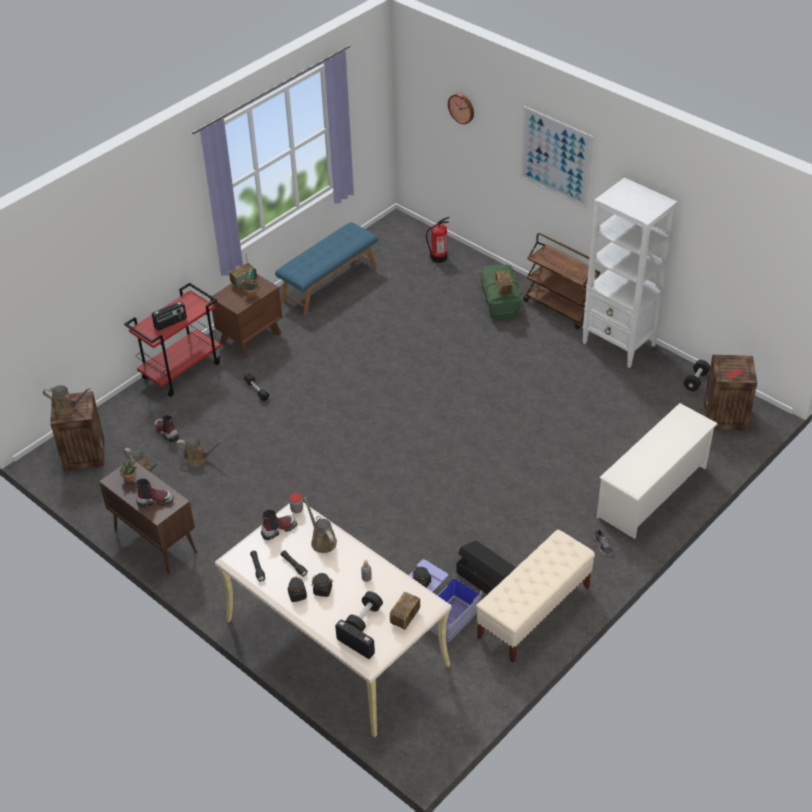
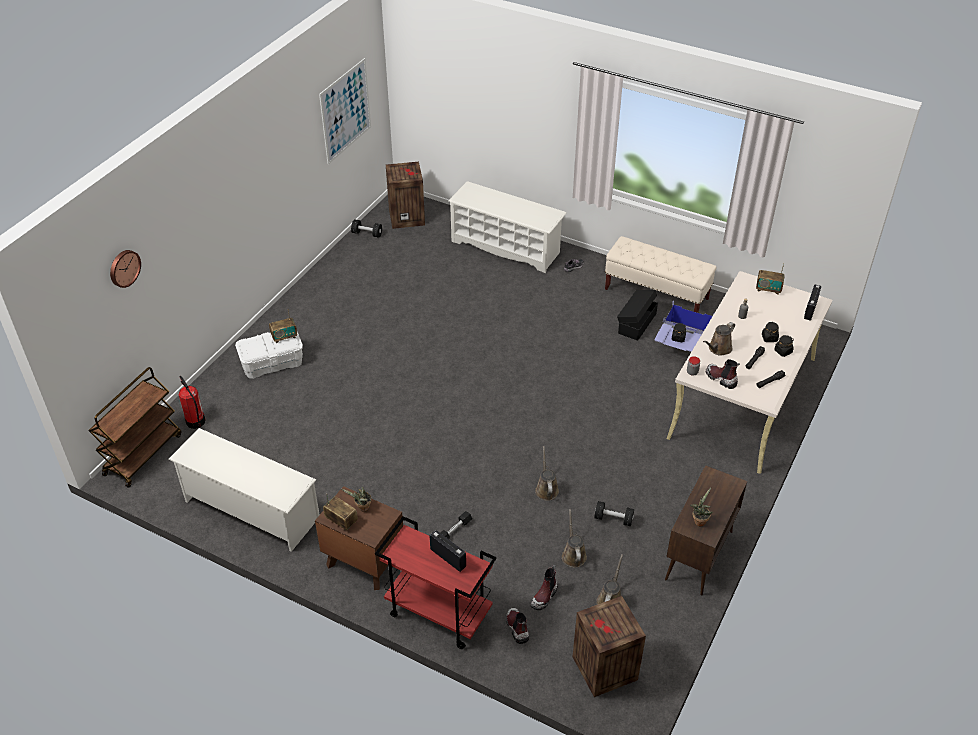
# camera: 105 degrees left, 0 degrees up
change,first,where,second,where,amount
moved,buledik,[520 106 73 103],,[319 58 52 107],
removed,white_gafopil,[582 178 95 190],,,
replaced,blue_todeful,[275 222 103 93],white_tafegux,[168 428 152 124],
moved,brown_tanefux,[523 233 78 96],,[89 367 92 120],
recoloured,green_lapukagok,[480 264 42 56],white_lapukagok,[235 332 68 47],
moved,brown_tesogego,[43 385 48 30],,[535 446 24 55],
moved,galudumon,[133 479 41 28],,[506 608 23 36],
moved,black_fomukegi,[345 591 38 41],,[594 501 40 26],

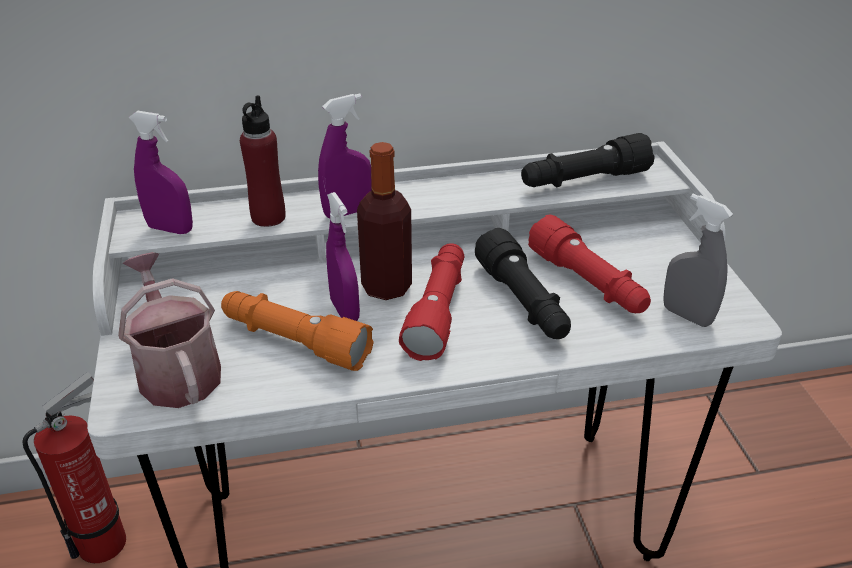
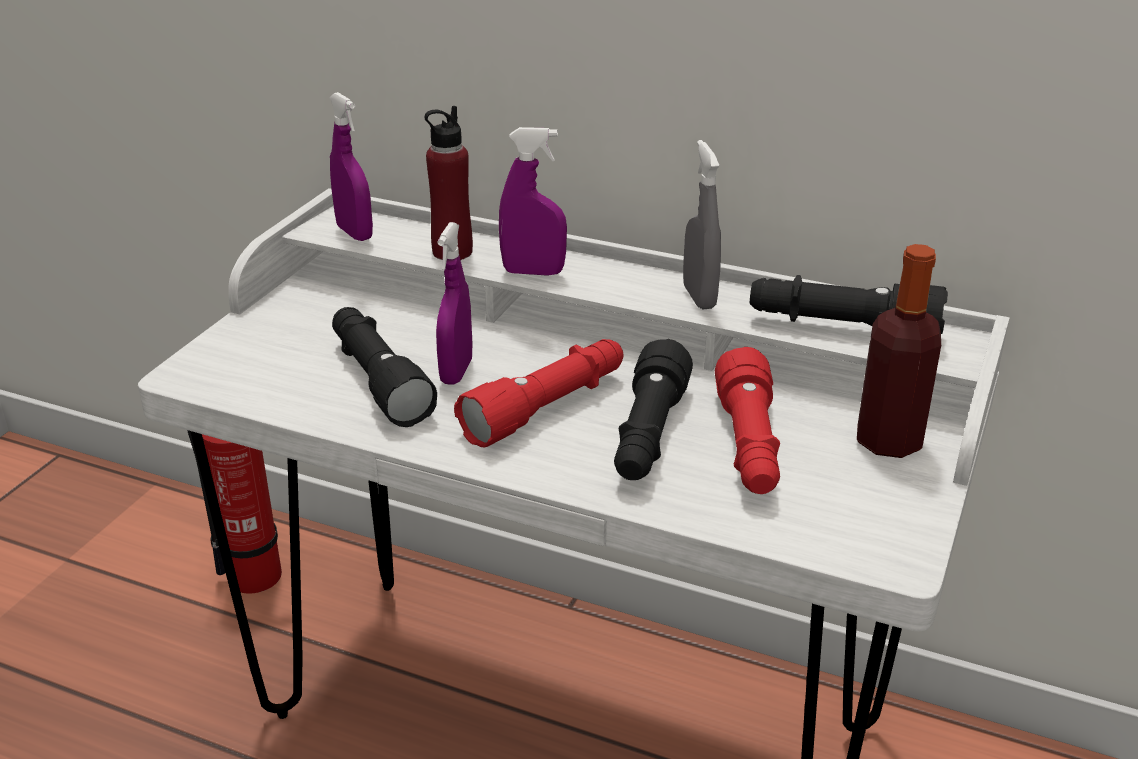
# camera: 35 degrees right, 5 degrees down
change,first,where,second,where,amount
moved,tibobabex,[357 142 55 158],,[857 244 84 214],
moved,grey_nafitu,[663 194 70 133],,[683 140 38 170],
removed,tesogego,[118 252 103 156],,,
recoloured,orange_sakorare,[221 291 153 80],black_sakorare,[332 307 105 120],

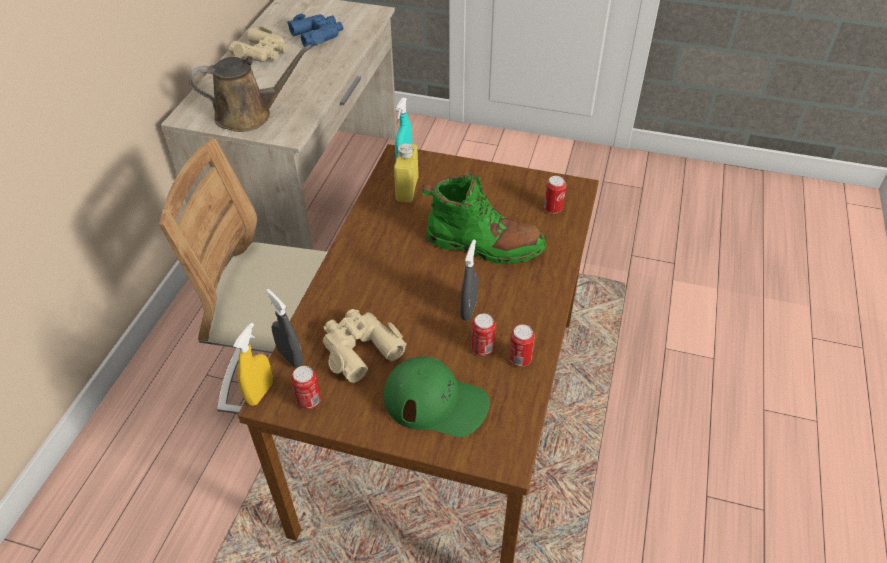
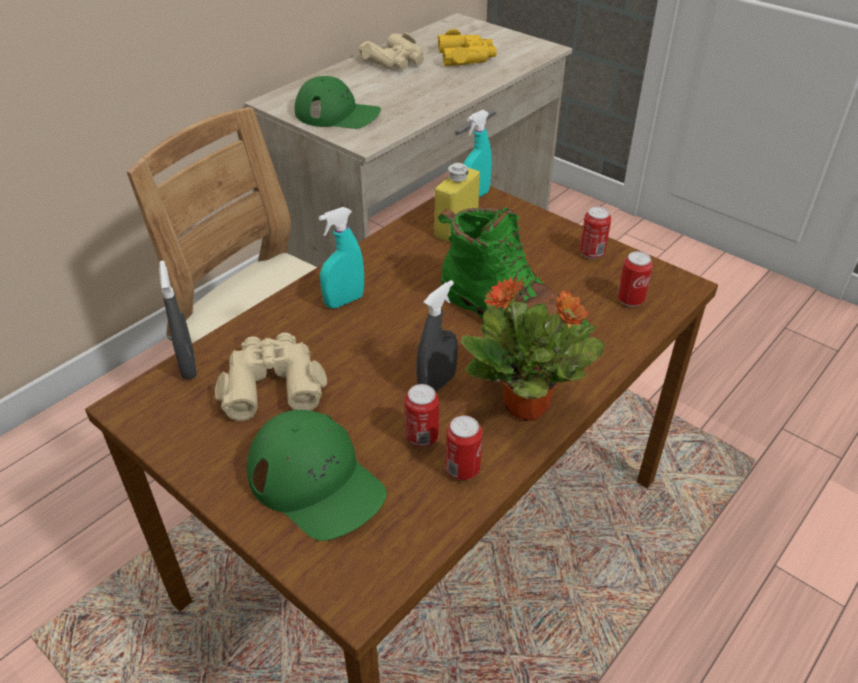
# camera: 25 degrees right, 5 degrees down
change,first,where,second,where,amount
recoloured,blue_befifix,[287 14 56 33],yellow_befifix,[438 29 59 37],
replaced,brown_tesogego,[189 45 123 87],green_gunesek,[295 76 86 53],
removed,yellow_nafitu,[233 323 40 83],,,
moved,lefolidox,[291 366 30 43],,[580 207 31 52],
added,,,turquoise_nafitu,[319 207 45 101],
added,,,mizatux,[461 276 144 145],

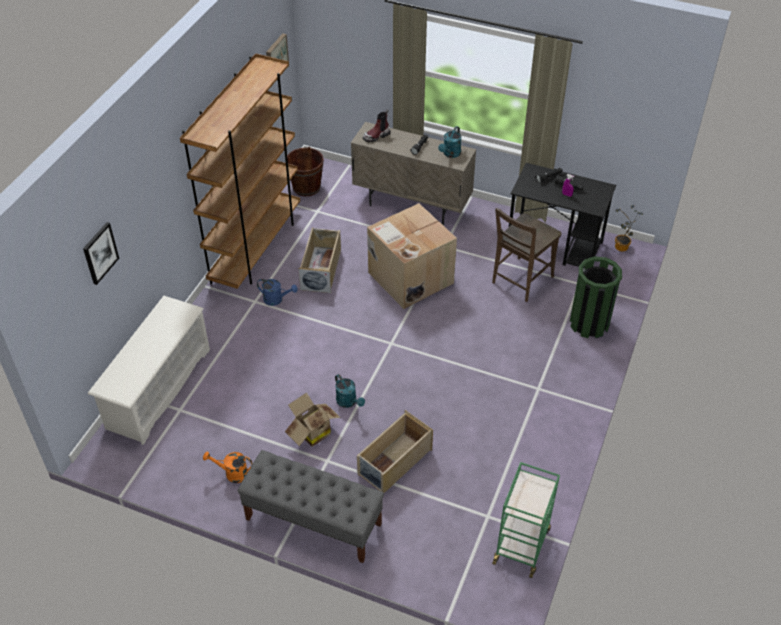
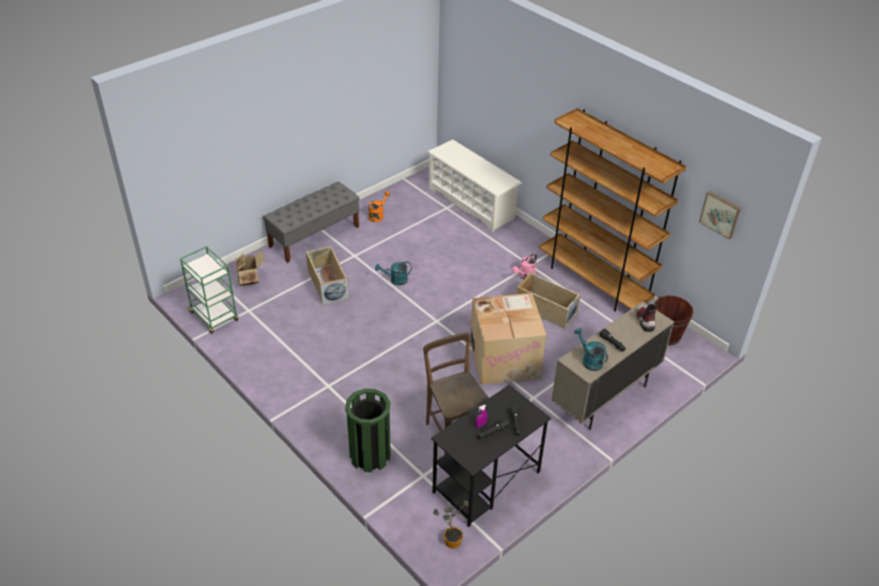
# camera: 115 degrees right, 5 degrees down
change,first,where,second,where,amount
removed,buledik,[83 222 36 63],,,
recoloured,blue_tesogego,[257 279 41 27],pink_tesogego,[512 253 25 26],
moved,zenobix,[285 392 56 55],,[236 250 29 36],

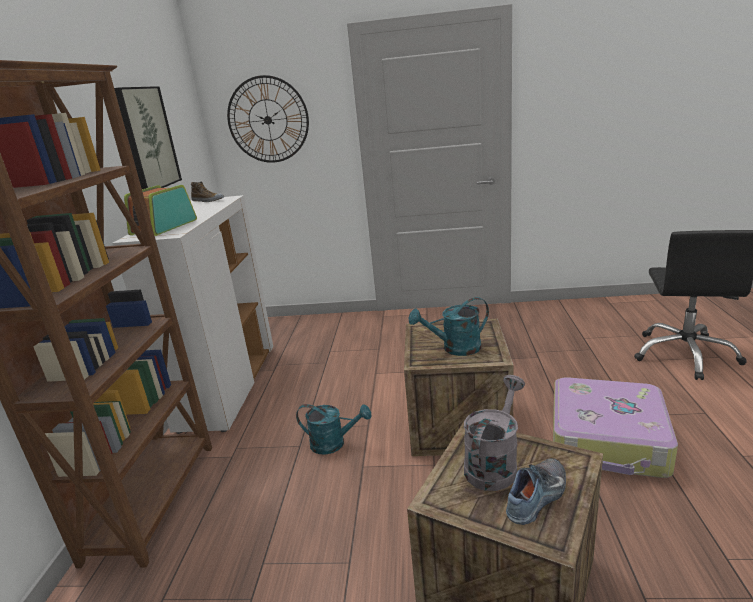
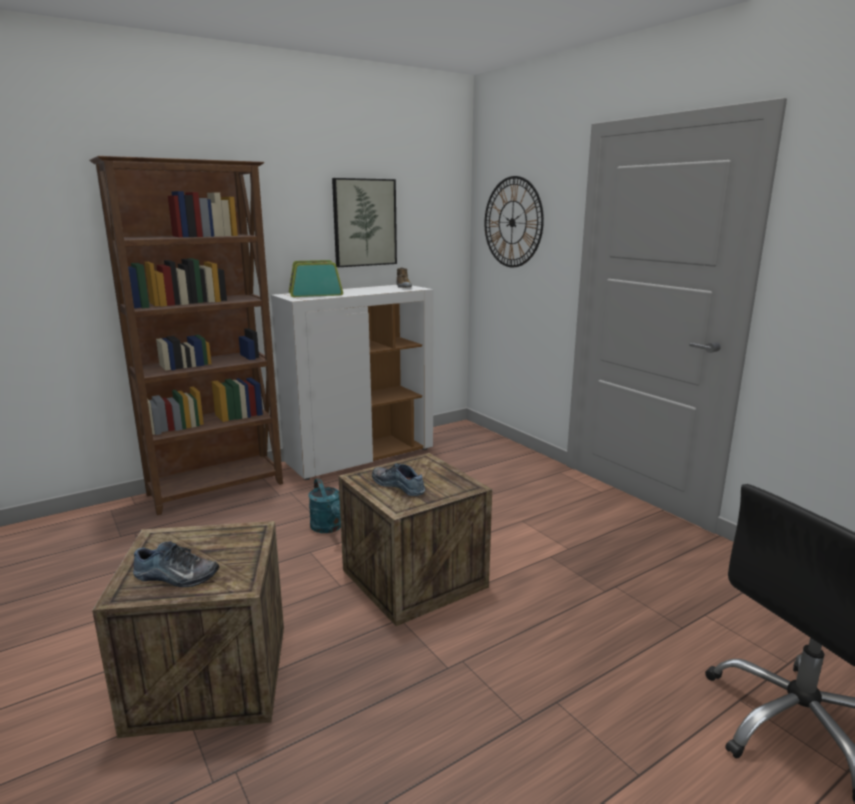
# camera: 50 degrees right, 5 degrees down
change,first,where,second,where,amount
replaced,turquoise_tesogego,[409 297 80 59],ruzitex,[372 463 53 33],
removed,grey_tesogego,[464 375 61 116],,,
removed,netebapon,[553 377 125 101],,,

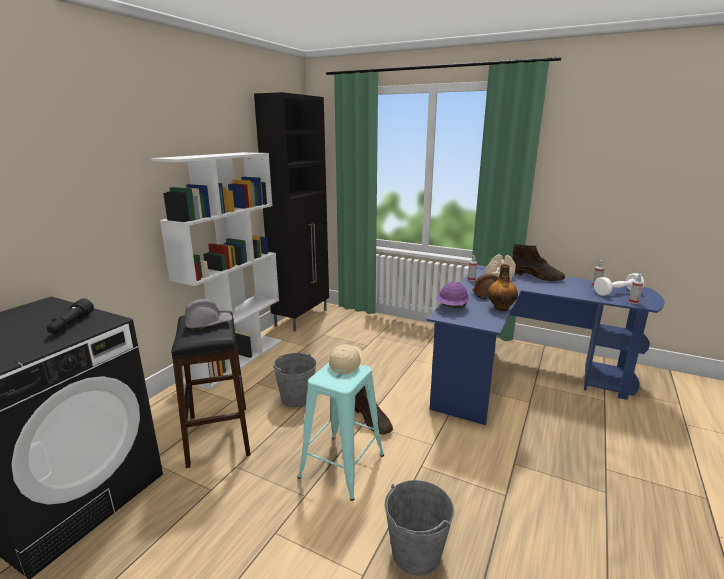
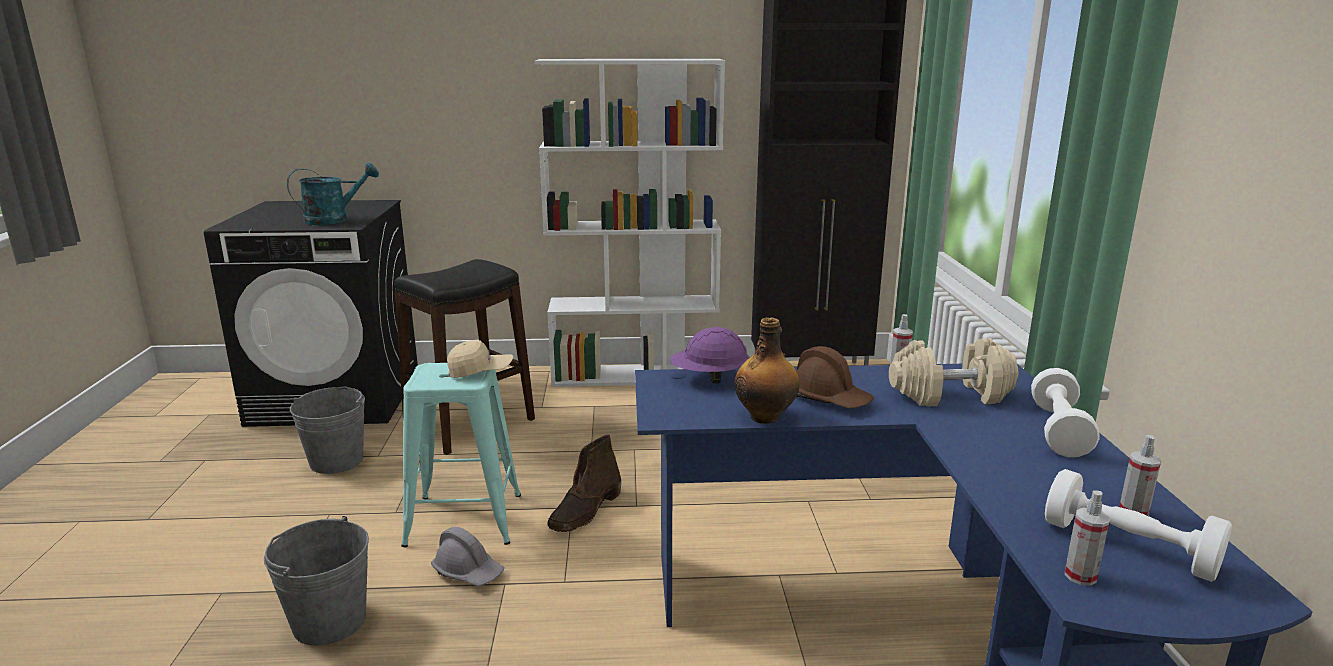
# camera: 60 degrees right, 0 degrees up
change,first,where,second,where,amount
replaced,brown_galudumon,[512 244 53 37],white_fomukegi,[1031 368 69 89],
replaced,black_sakorare,[47 299 47 35],turquoise_tesogego,[287 162 92 63],
moved,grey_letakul,[185 299 47 32],,[431 527 73 59],
moved,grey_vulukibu,[273 353 44 54],,[290 387 75 87],

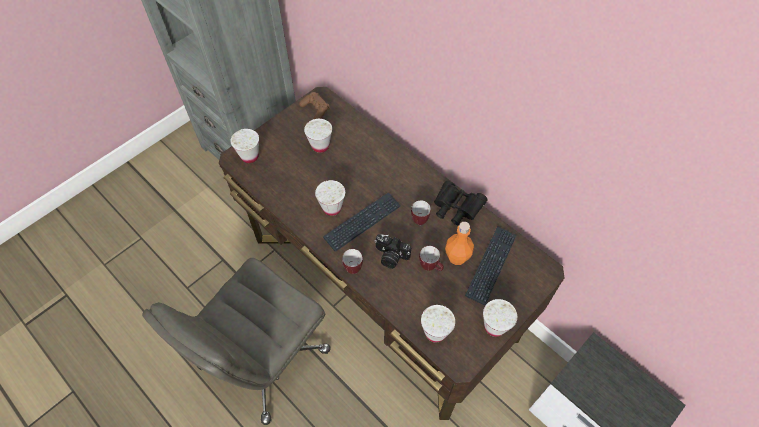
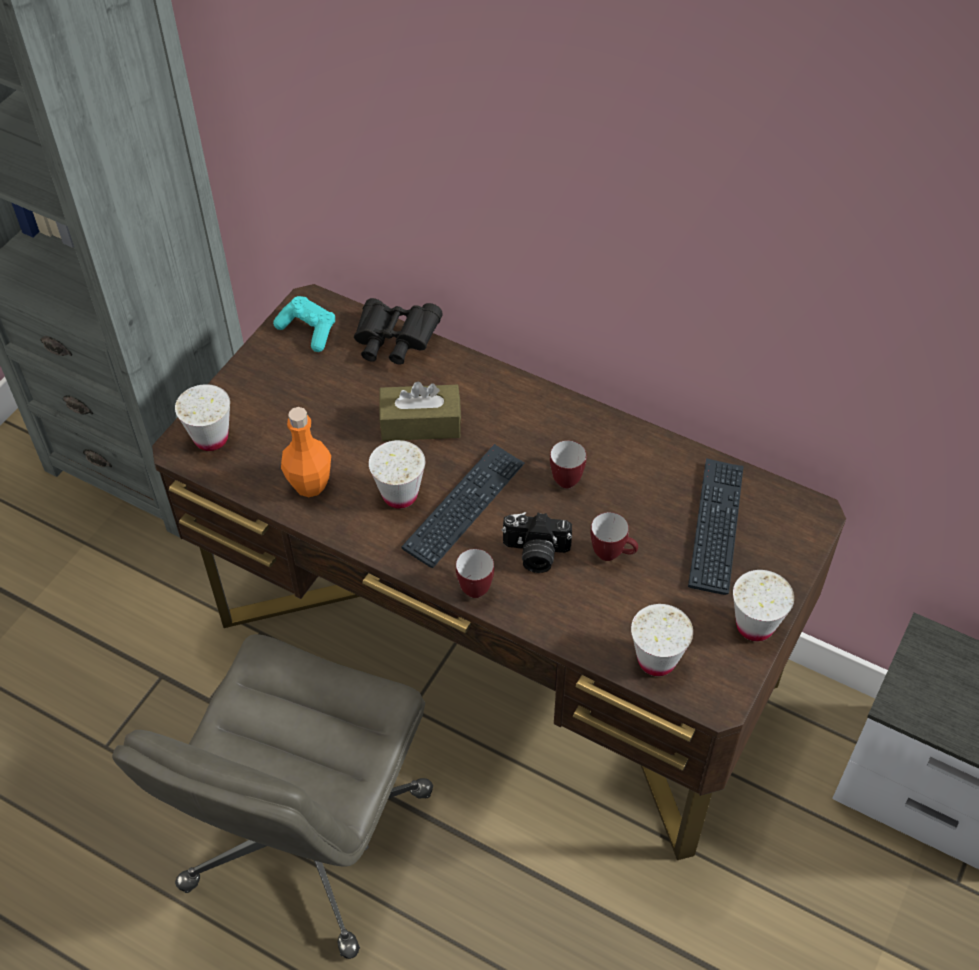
# camera: 15 degrees left, 5 degrees down
change,first,where,second,where,amount
recoloured,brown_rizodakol,[299 92 31 27],turquoise_rizodakol,[273 296 62 56],
removed,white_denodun,[304 119 28 34],,,
moved,black_befifix,[434 181 53 44],,[354 298 89 67],
moved,orange_tibobabex,[445 222 29 43],,[281 407 50 90],
added,,,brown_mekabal,[379 382 82 59],

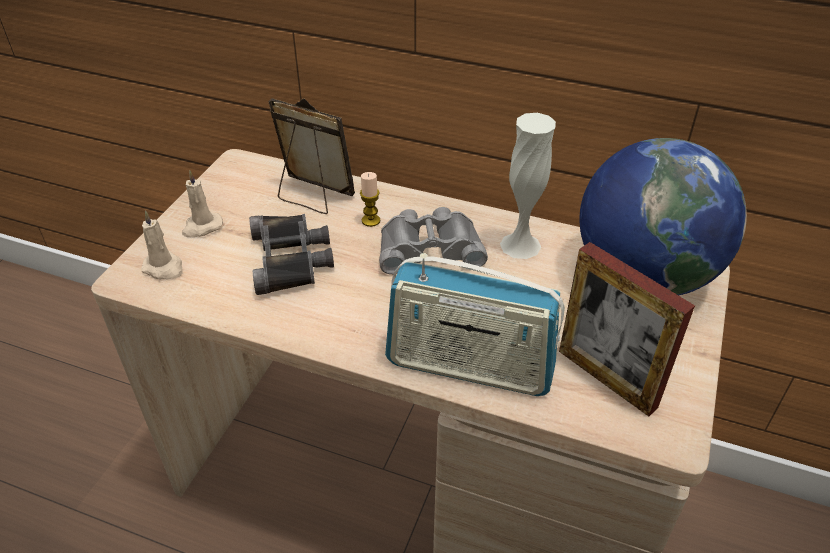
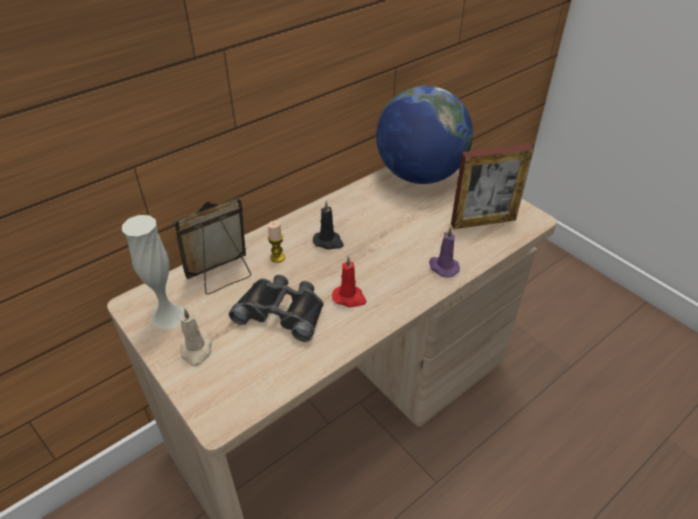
# camera: 60 degrees left, 0 degrees up
change,first,where,second,where,amount
moved,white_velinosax,[500 113 56 146],,[122 215 62 115],
replaced,grey_befifix,[379 207 109 67],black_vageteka,[313 201 31 49],
removed,beige_vageteka,[141 211 42 68],,,
replaced,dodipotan,[385 253 180 143],purple_vageteka,[429 226 31 52],
added,,,red_vageteka,[332 256 34 51],

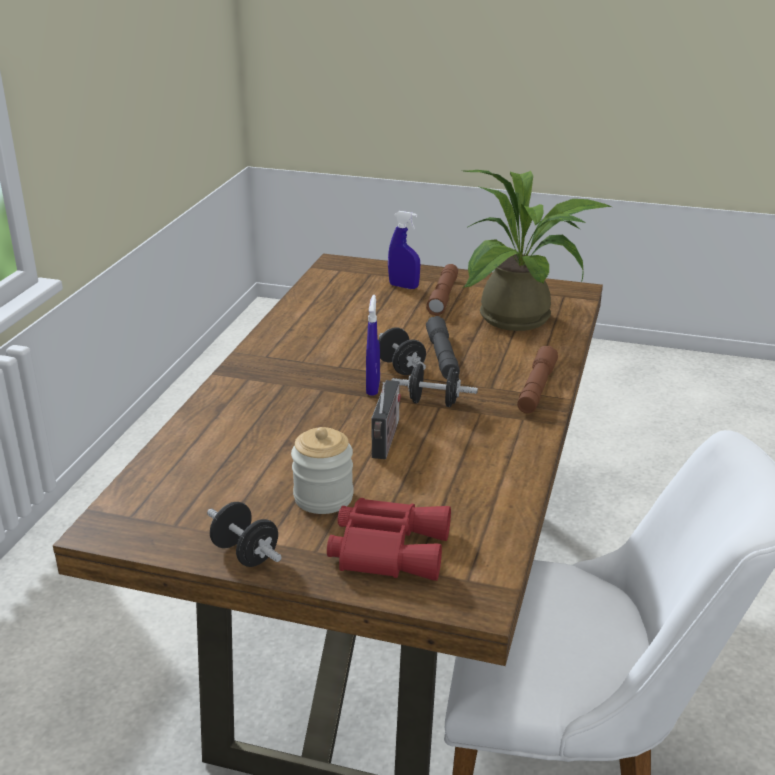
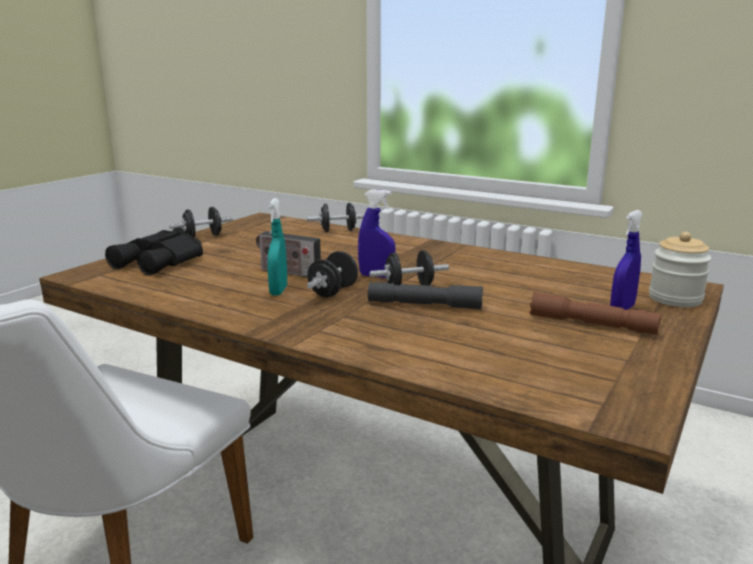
# camera: 105 degrees right, 10 degrees down
change,first,where,second,where,amount
removed,mizatux,[462 170 150 161],,,
removed,brown_sakorare,[517 346 41 67],,,
moved,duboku,[291 427 63 87],,[649 232 62 75],
recoloured,red_befifix,[327 498 124 83],black_befifix,[105 227 98 48],
added,,,turquoise_nafitu,[267 198 20 98],
added,,,black_fomukegi,[307 203 58 29],

